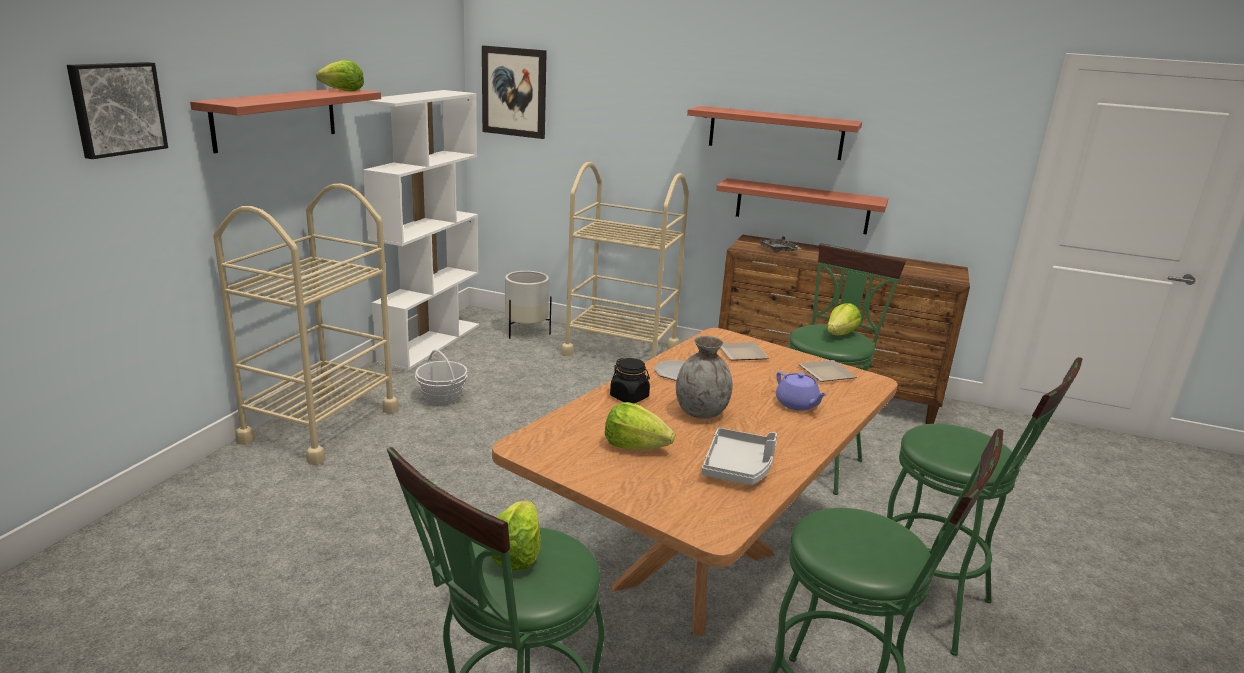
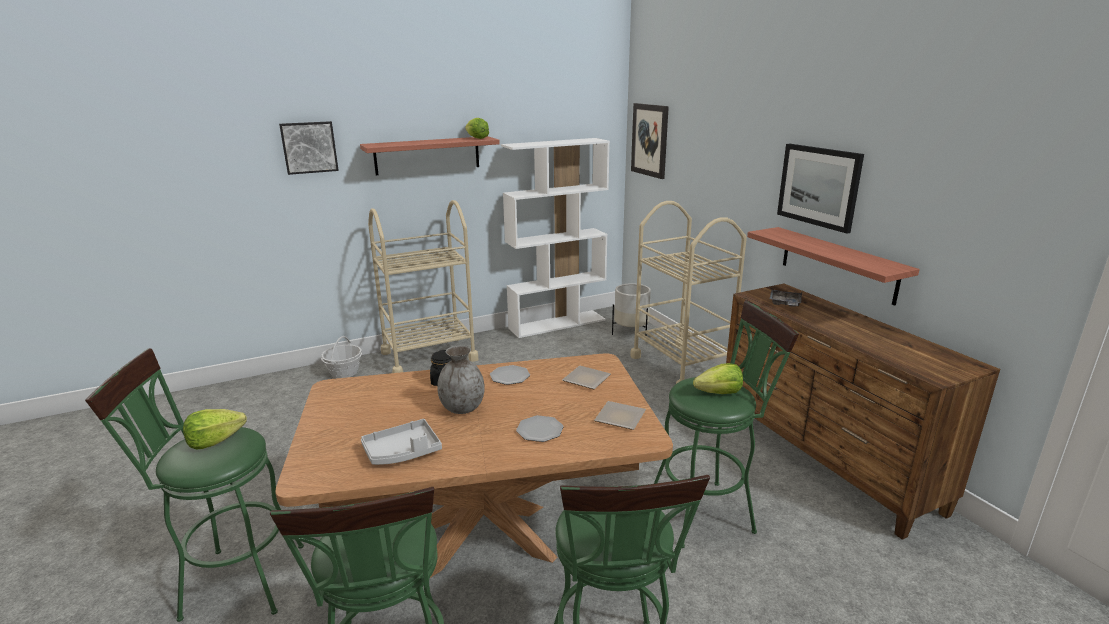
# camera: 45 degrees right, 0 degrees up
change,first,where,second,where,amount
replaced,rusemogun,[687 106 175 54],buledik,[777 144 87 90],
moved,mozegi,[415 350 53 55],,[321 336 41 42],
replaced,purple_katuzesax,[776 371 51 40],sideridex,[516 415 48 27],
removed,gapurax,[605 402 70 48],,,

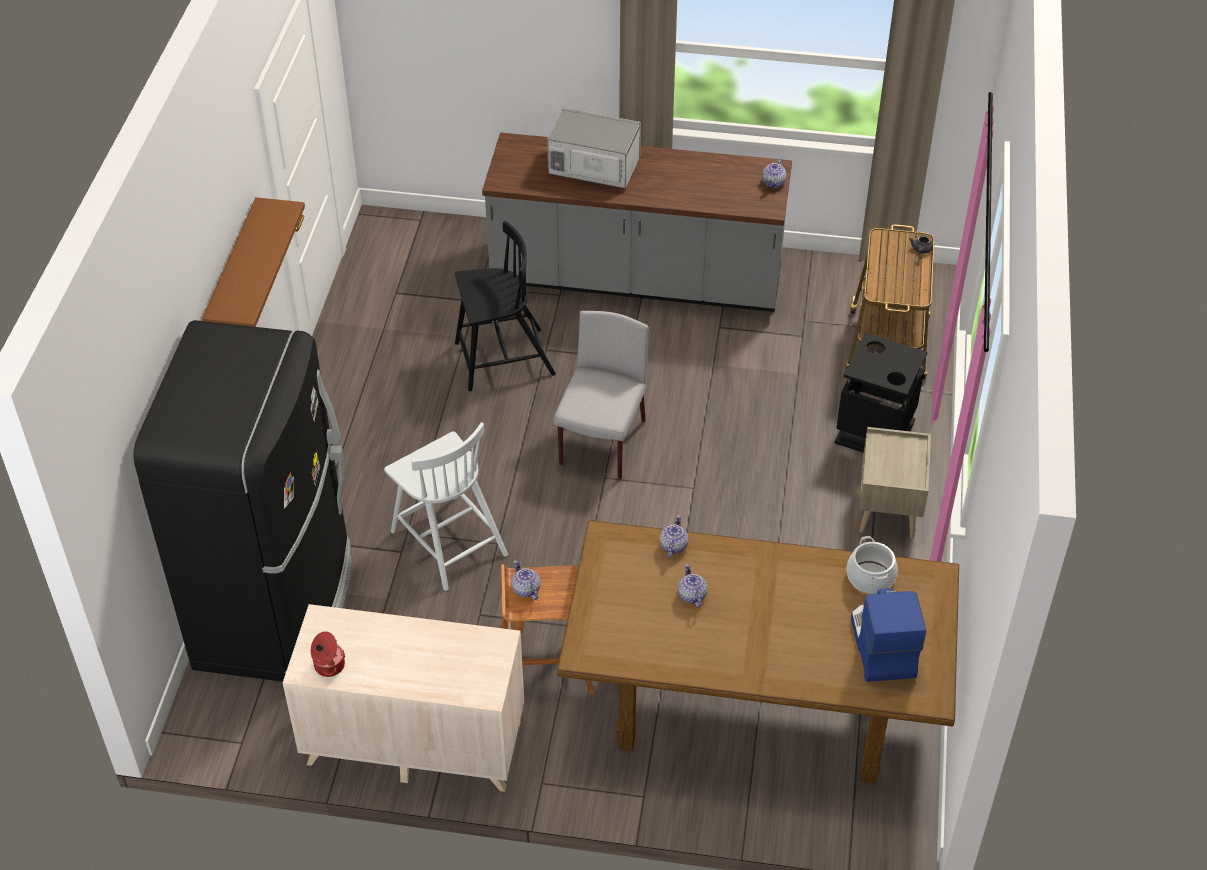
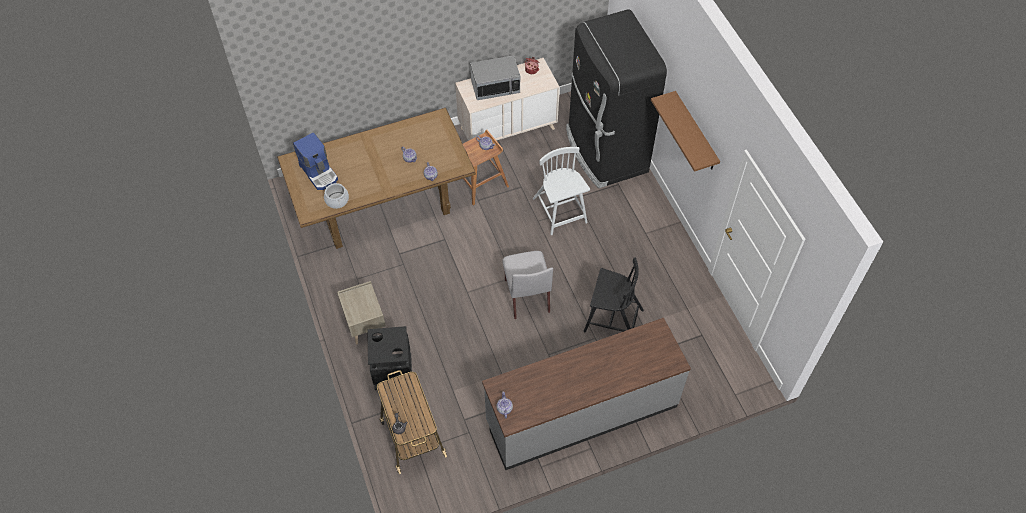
# camera: 150 degrees right, 10 degrees up
change,first,where,second,where,amount
moved,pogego,[547 108 94 81],,[470 55 50 45],
turned,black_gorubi,[455 221 101 170],,[584 257 60 75],120 degrees counterclockwise
turned,white_gorubi,[384 422 124 169],,[533 147 57 88],45 degrees clockwise

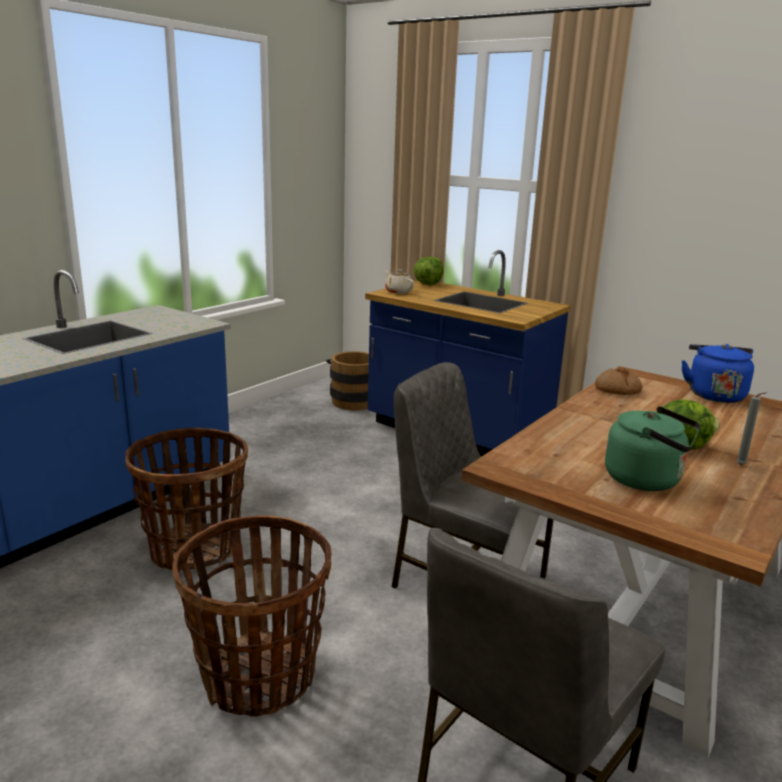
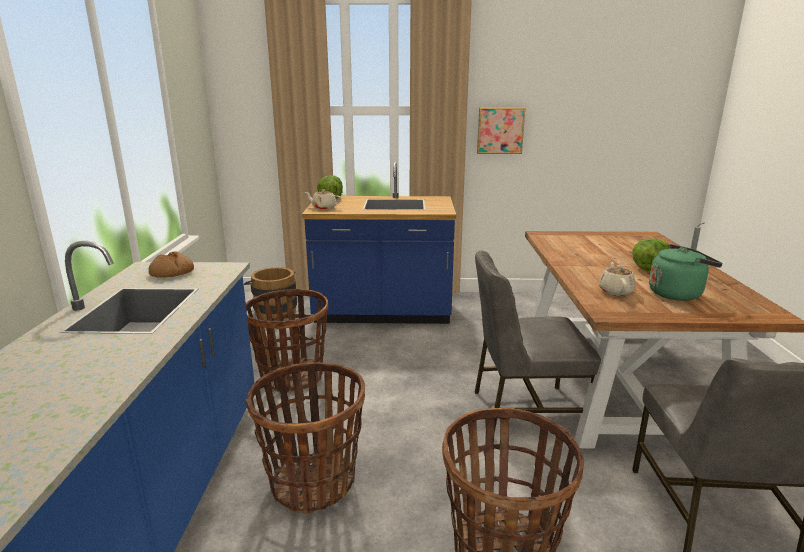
# camera: 35 degrees left, 0 degrees up
change,first,where,second,where,amount
removed,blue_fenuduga,[681 344 73 59],,,
moved,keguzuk,[595 368 47 27],,[148 251 46 27],
added,,,buledik,[477 107 48 47],
added,,,beige_katuzesax,[599 262 37 34],
added,,,mozegi,[246 289 83 104],

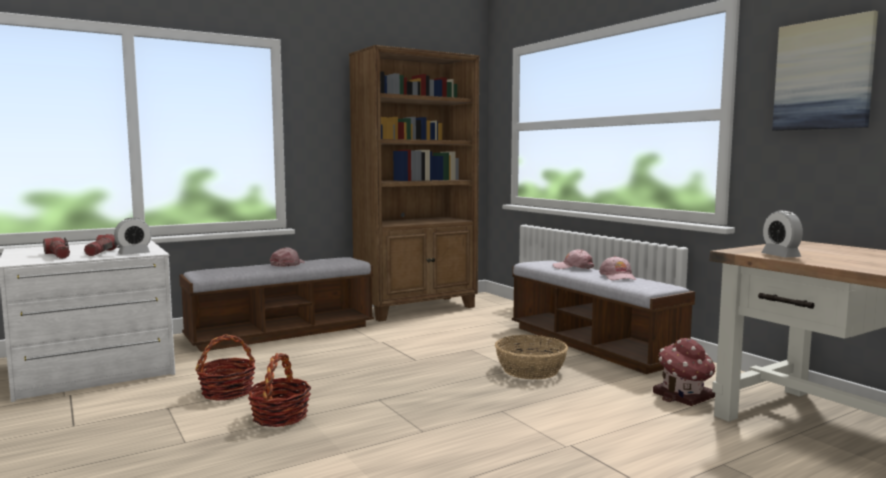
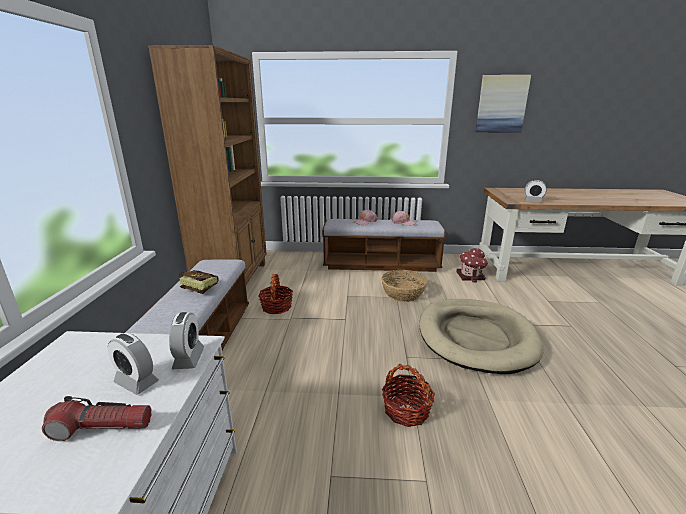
# camera: 55 degrees left, 15 degrees up
change,first,where,second,where,amount
replaced,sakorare,[84 234 36 22],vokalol,[108 333 51 62],
replaced,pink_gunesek,[270 248 35 19],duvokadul,[178 270 40 24],
moved,mozegi,[195 334 61 67],,[258 274 35 40],
added,,,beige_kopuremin,[419 299 125 75],

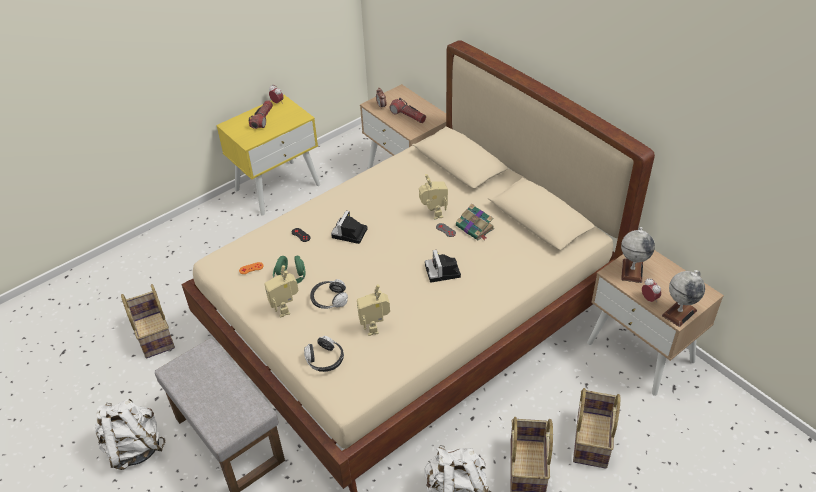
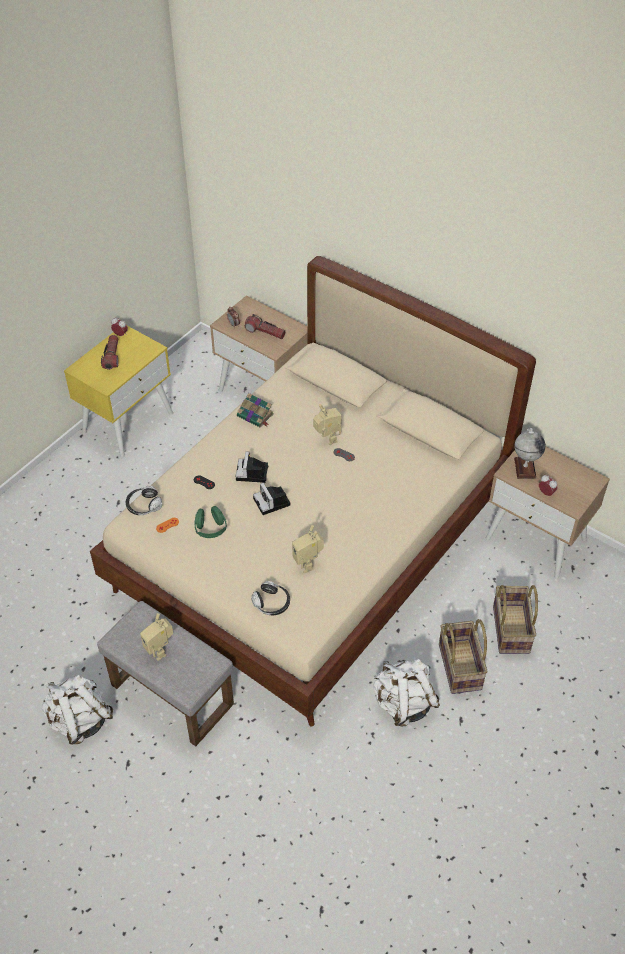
# camera: 15 degrees left, 5 degrees up
change,first,where,second,where,amount
moved,duvokadul,[456 204 38 36],,[237 393 37 35],
moved,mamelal,[425 250 36 33],,[253 483 37 32],
moved,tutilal,[264 265 35 53],,[140 613 33 48],
removed,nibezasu,[662 270 43 57],,,
moved,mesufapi,[310 279 38 30],,[126 486 36 29],
removed,mozegi,[121 284 54 74],,,

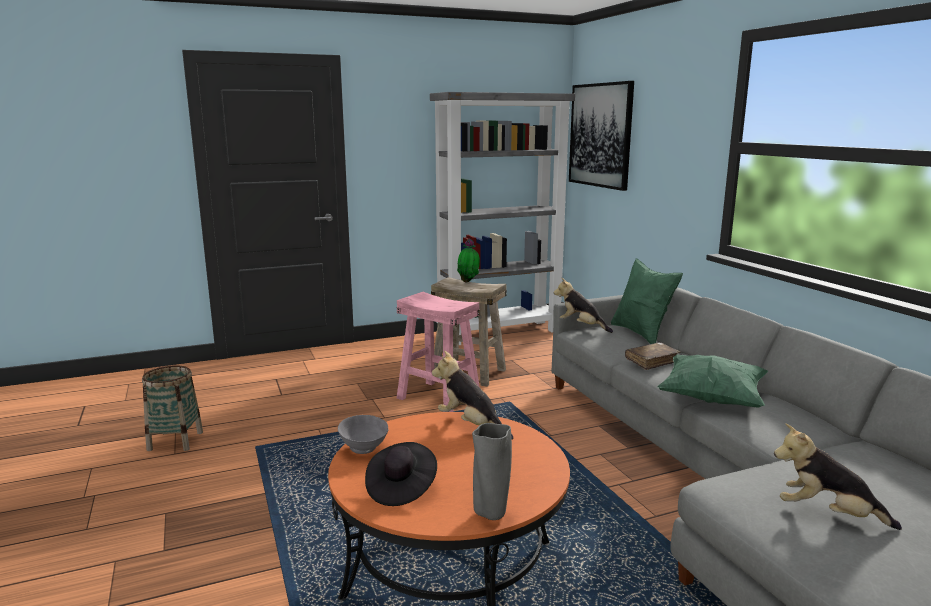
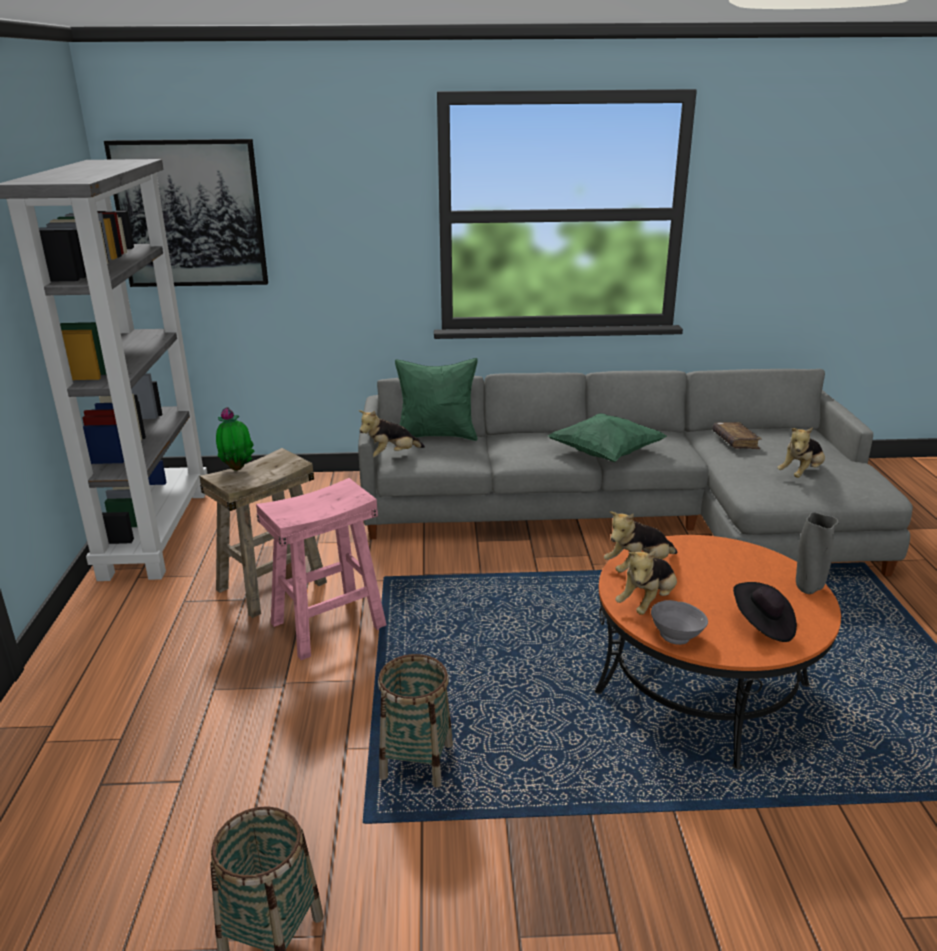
# camera: 70 degrees left, 10 degrees up
change,first,where,second,where,amount
moved,brown_duvokadul,[625 342 56 28],,[712 422 50 27],
added,,,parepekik,[615 550 62 65],
added,,,mozegi,[378 654 75 134],

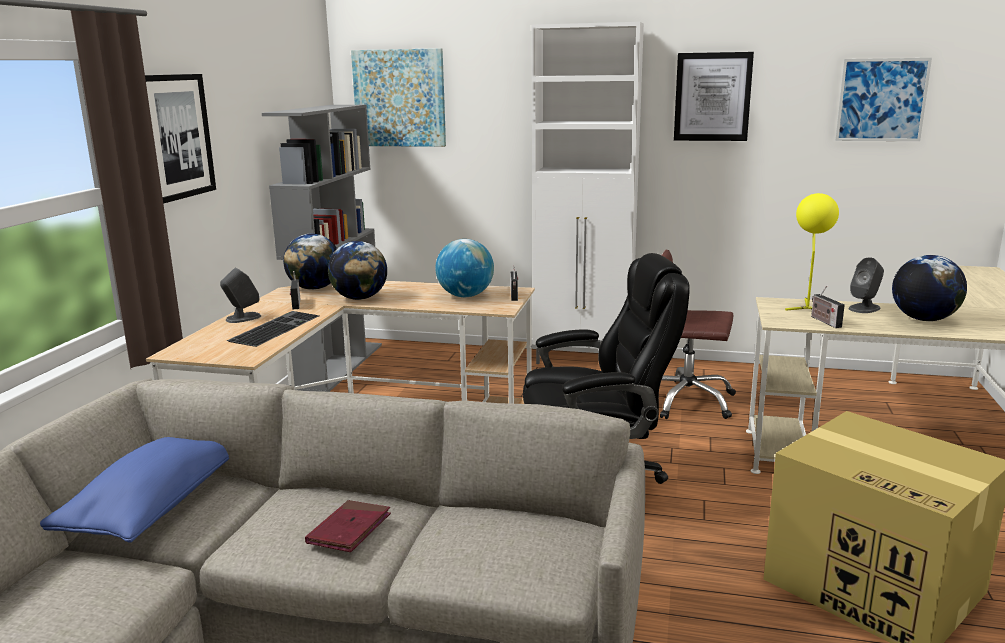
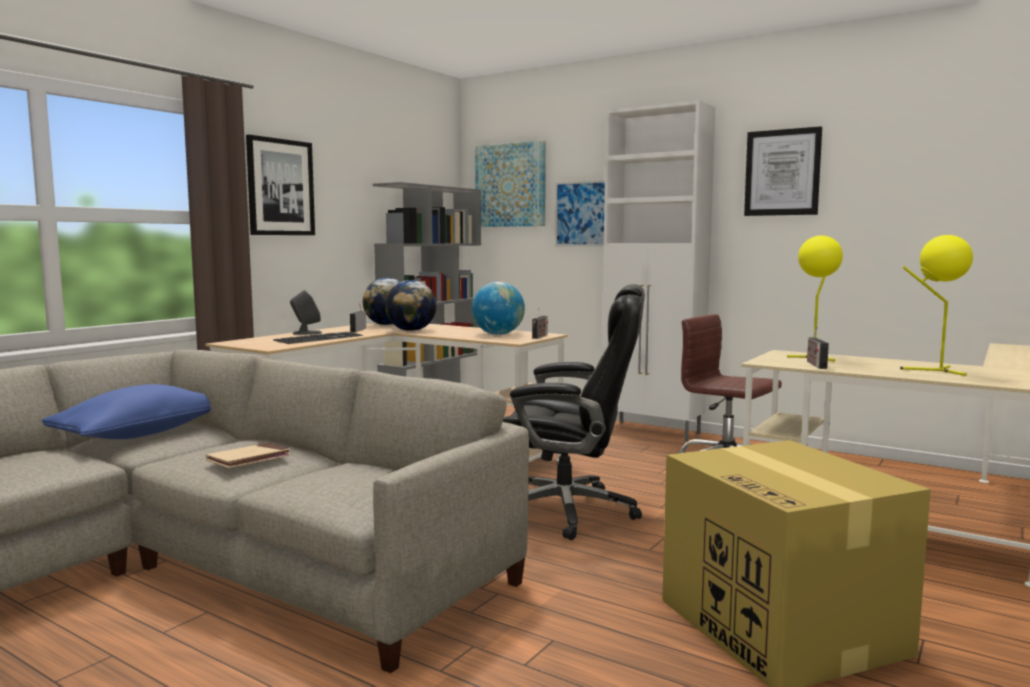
# camera: 20 degrees right, 10 degrees down
change,first,where,second,where,amount
moved,buledik,[835 58 97 83],,[555 180 50 67],
replaced,nibezasu,[892 255 75 66],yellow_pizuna,[900 235 73 141],
removed,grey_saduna,[849 257 35 56],,,
recoloured,red_duvokadul,[305 500 86 52],beige_duvokadul,[206 442 85 26],

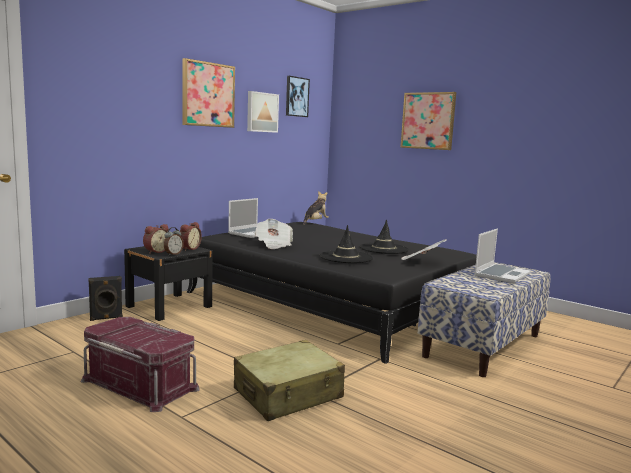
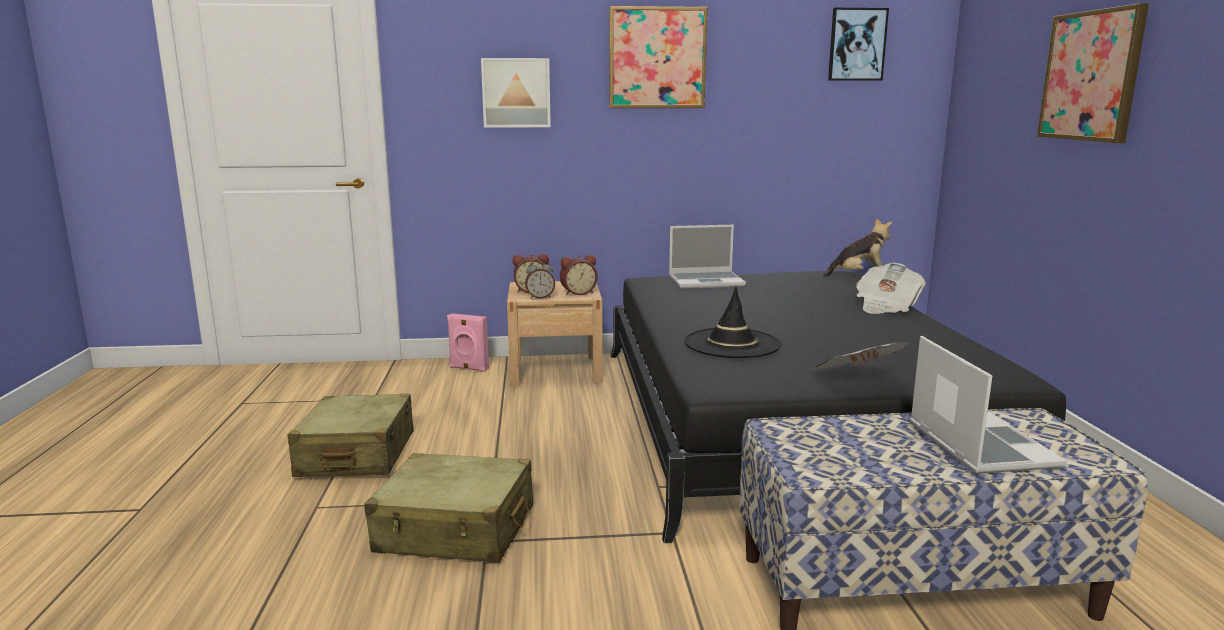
# camera: 45 degrees right, 5 degrees up
change,first,where,second,where,amount
moved,buledik,[247 91 32 42],,[481 58 70 70],
moved,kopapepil,[255 219 38 30],,[856 263 70 51],
removed,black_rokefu,[360 219 49 35],,,
turned,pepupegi,[474 228 57 55],,[910 336 157 138],90 degrees counterclockwise
recoloured,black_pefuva,[124 246 89 75],beige_pefuva,[507 281 96 105],
recoloured,black_saduna,[88 276 35 45],pink_saduna,[447 313 42 59],
replaced,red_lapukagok,[81 317 119 95],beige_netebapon,[288 394 126 83],

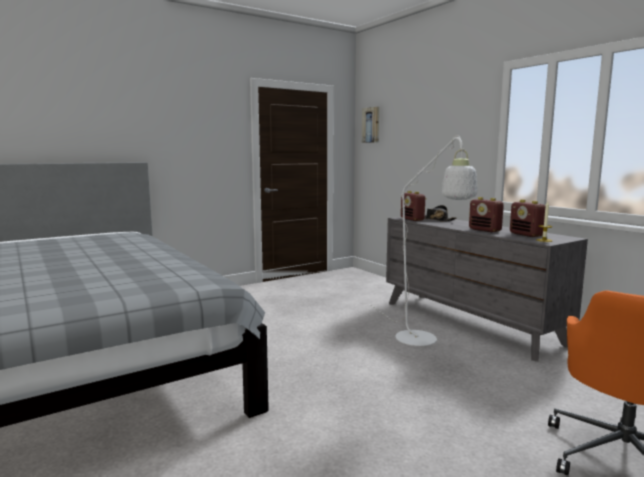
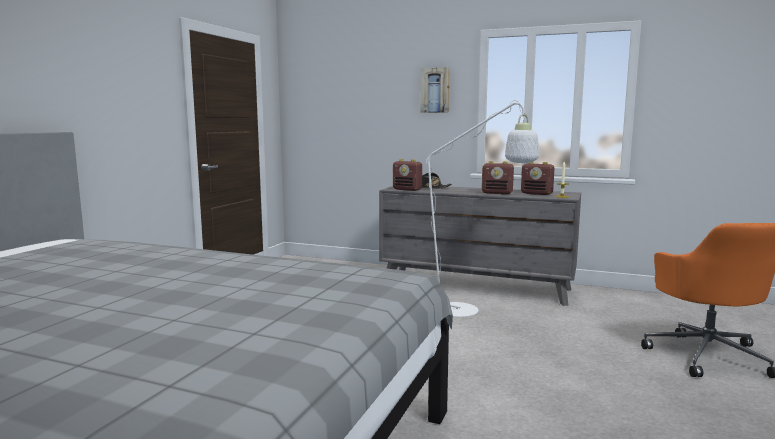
# camera: 35 degrees left, 0 degrees up
change,first,where,second,where,amount
moved,buledik,[362 107 17 36],,[420 67 30 46],

